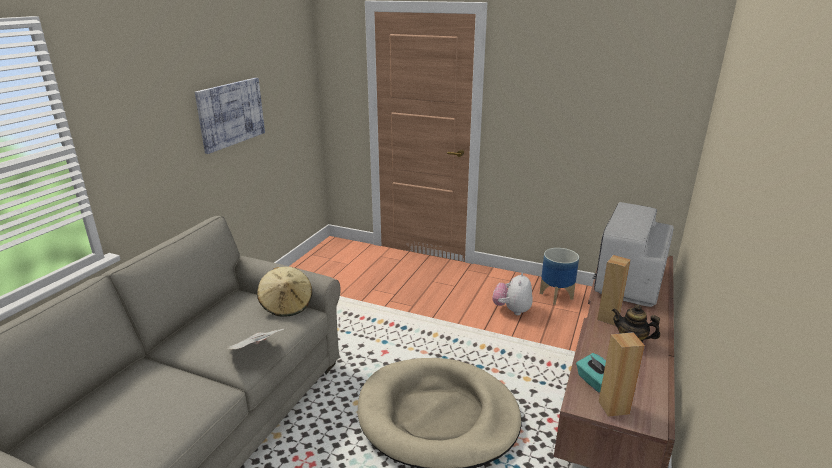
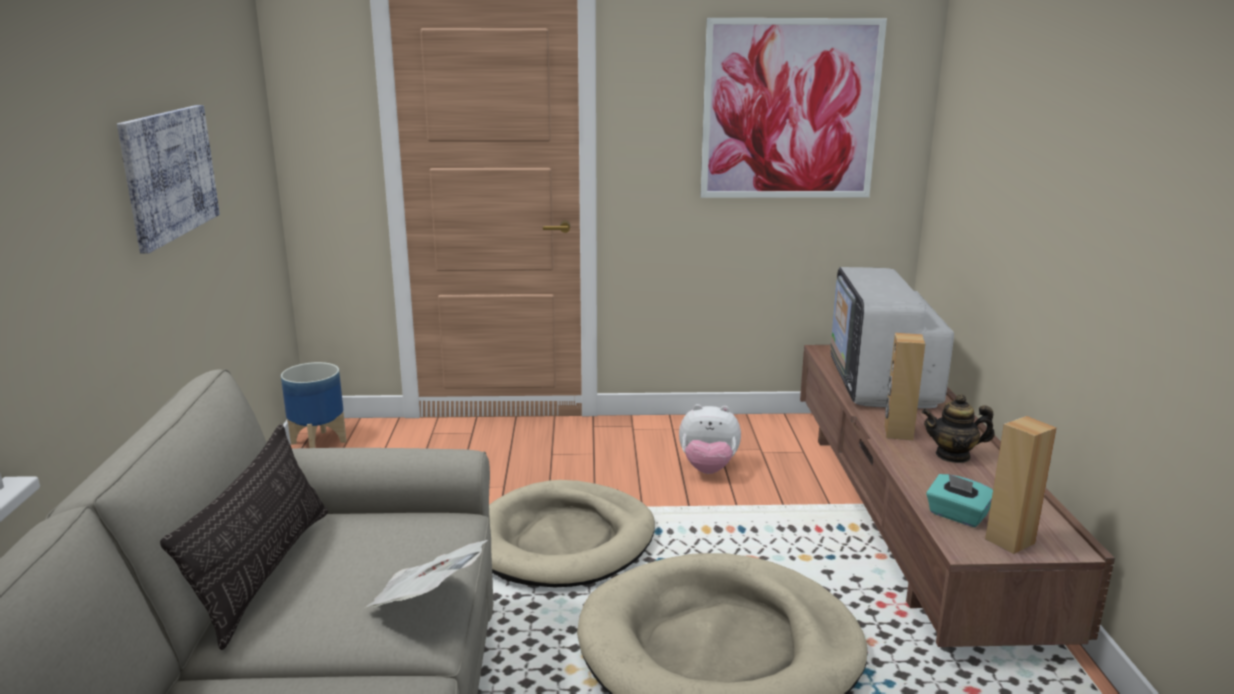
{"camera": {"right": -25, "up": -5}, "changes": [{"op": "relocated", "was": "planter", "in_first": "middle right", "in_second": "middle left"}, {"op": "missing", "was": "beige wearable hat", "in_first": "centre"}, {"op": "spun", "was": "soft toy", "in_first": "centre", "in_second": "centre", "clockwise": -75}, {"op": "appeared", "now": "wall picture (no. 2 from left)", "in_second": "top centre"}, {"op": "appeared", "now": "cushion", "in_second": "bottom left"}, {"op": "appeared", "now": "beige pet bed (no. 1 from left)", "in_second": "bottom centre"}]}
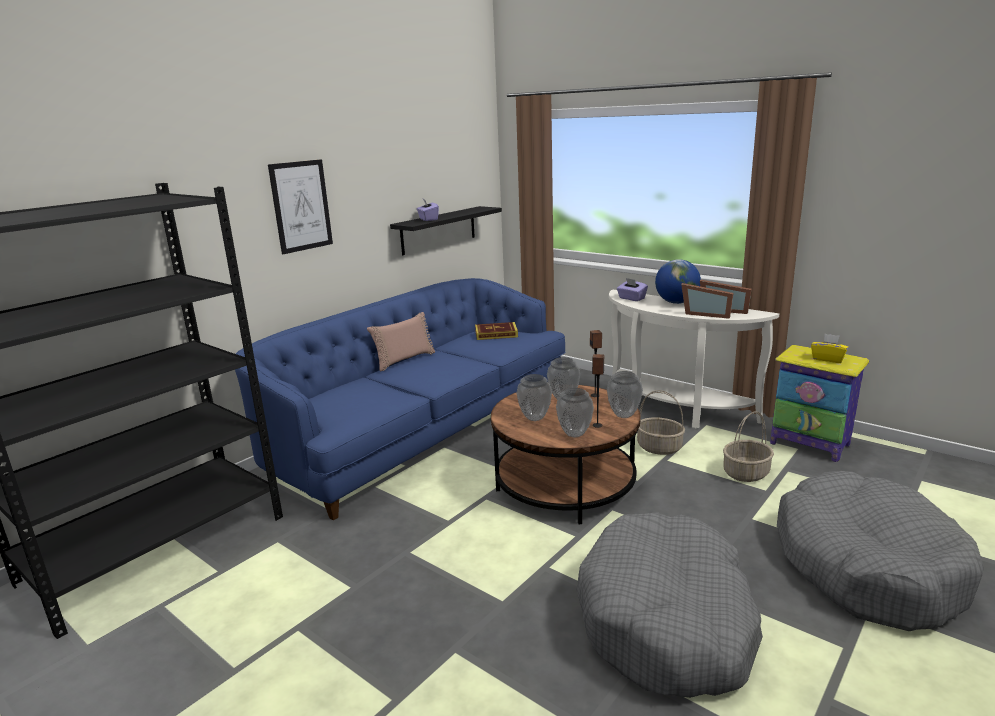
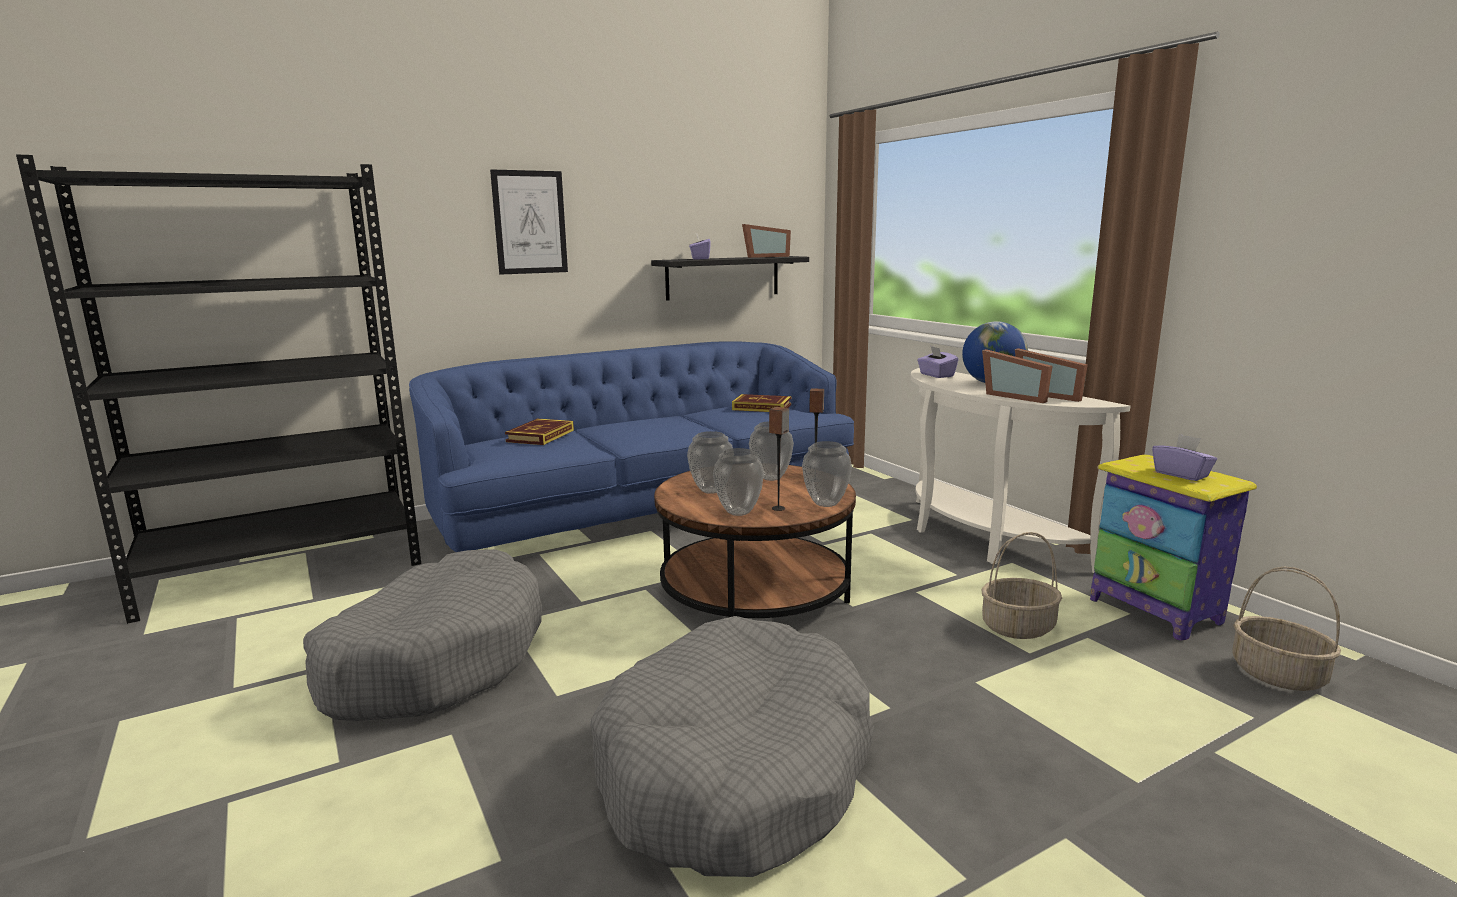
{"camera": {"right": 20, "up": -5}, "changes": [{"op": "missing", "was": "beige cushion", "in_first": "centre"}, {"op": "colour", "was": "yellowish tissue box", "now": "purple-coloured tissue box (no. 3 from left)", "in_first": "middle right", "in_second": "middle right"}, {"op": "relocated", "was": "storage basket (no. 1 from left in the first image)", "now": "storage basket (no. 2 from left)", "in_first": "centre", "in_second": "bottom right"}, {"op": "relocated", "was": "grey pet bed (no. 2 from left in the first image)", "now": "grey pet bed (no. 1 from left)", "in_first": "bottom right", "in_second": "bottom left"}, {"op": "appeared", "now": "standing frame (no. 1 from left)", "in_second": "top centre"}, {"op": "appeared", "now": "volume (no. 1 from left)", "in_second": "centre"}]}
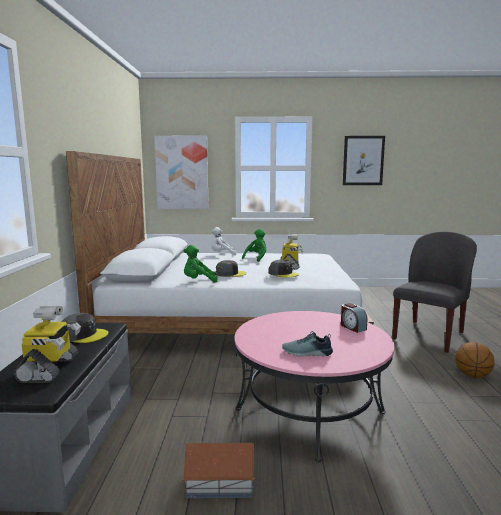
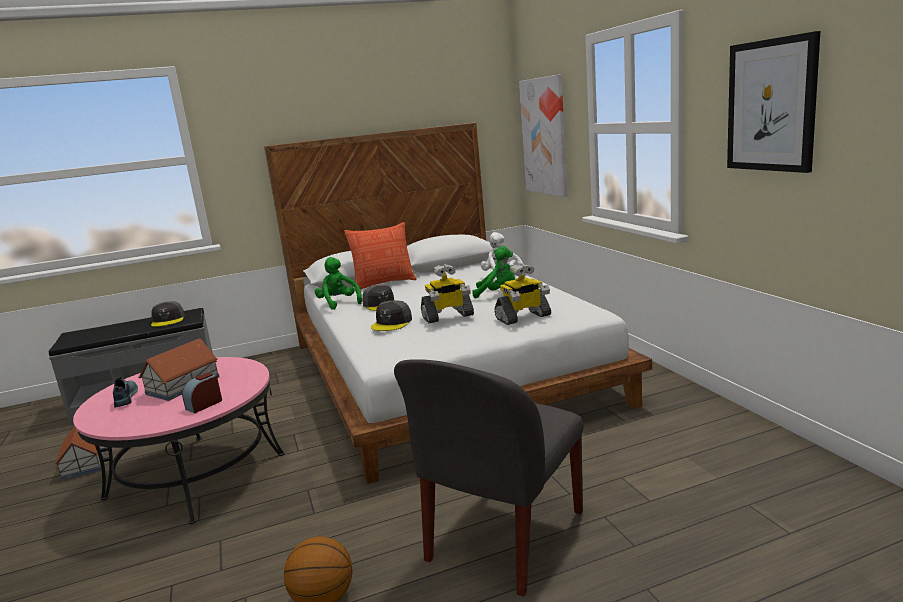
{"camera": {"right": 70, "up": 5}, "changes": [{"op": "spun", "was": "grey chair", "in_first": "middle right", "in_second": "bottom centre", "clockwise": 105}, {"op": "relocated", "was": "robot figure (no. 1 from left in the first image)", "now": "robot figure (no. 2 from left)", "in_first": "bottom left", "in_second": "centre"}, {"op": "appeared", "now": "orange-coloured cushion", "in_second": "centre"}, {"op": "appeared", "now": "miniature house (no. 2 from left)", "in_second": "middle left"}]}
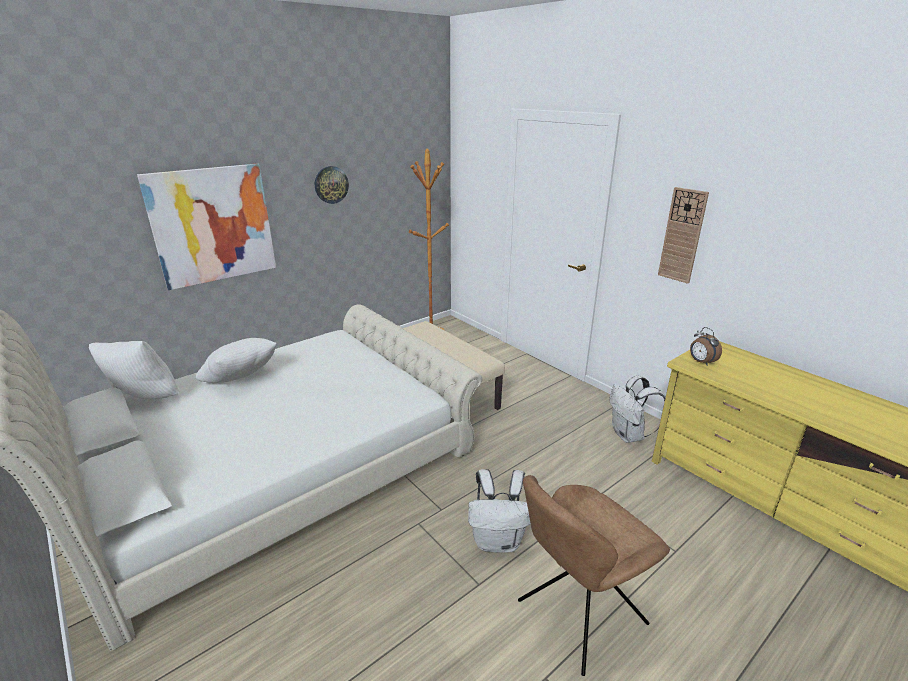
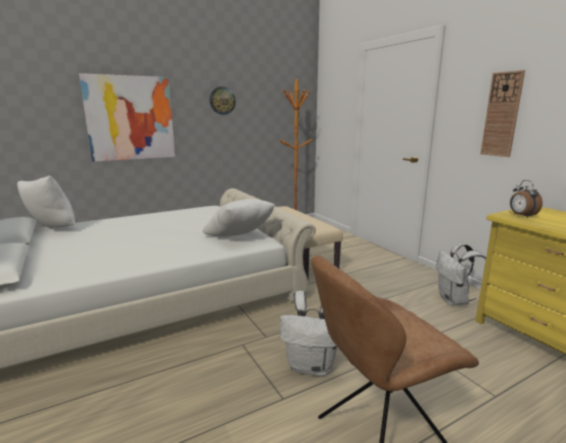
{"camera": {"right": 10, "up": -10}, "changes": [{"op": "relocated", "was": "white-coloured cushion (no. 2 from left)", "in_first": "middle left", "in_second": "centre"}]}
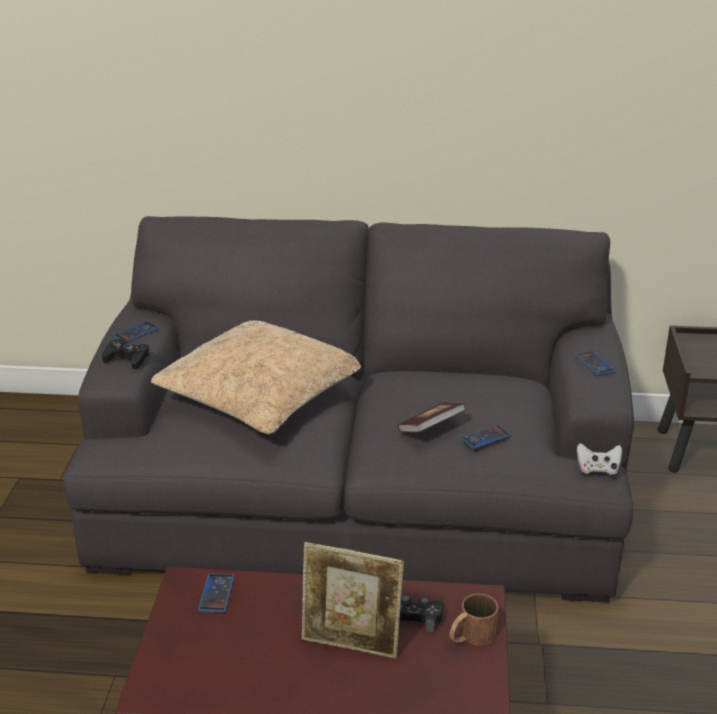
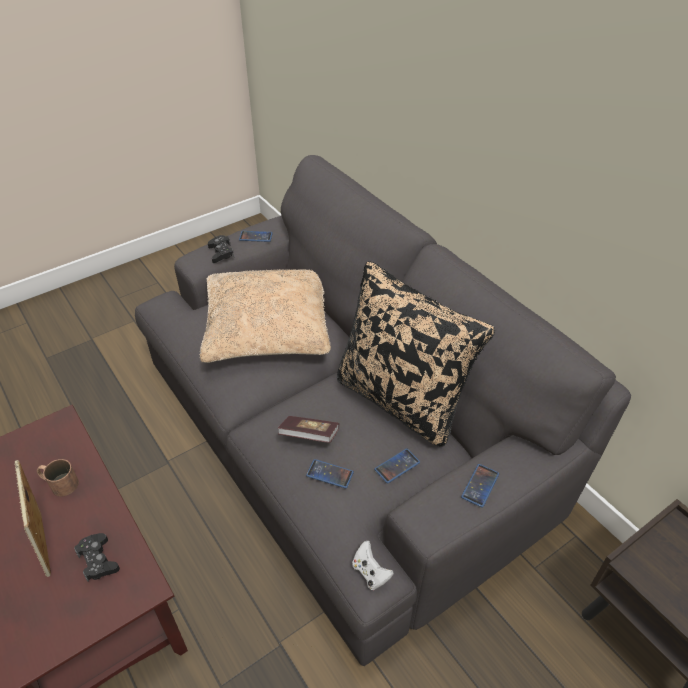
{"camera": {"right": 50, "up": 15}, "changes": [{"op": "relocated", "was": "handset (no. 2 from left in the first image)", "now": "handset (no. 3 from left)", "in_first": "bottom left", "in_second": "bottom centre"}, {"op": "relocated", "was": "brown-coloured tea mug", "in_first": "bottom centre", "in_second": "bottom left"}, {"op": "appeared", "now": "black-coloured cushion", "in_second": "centre"}]}
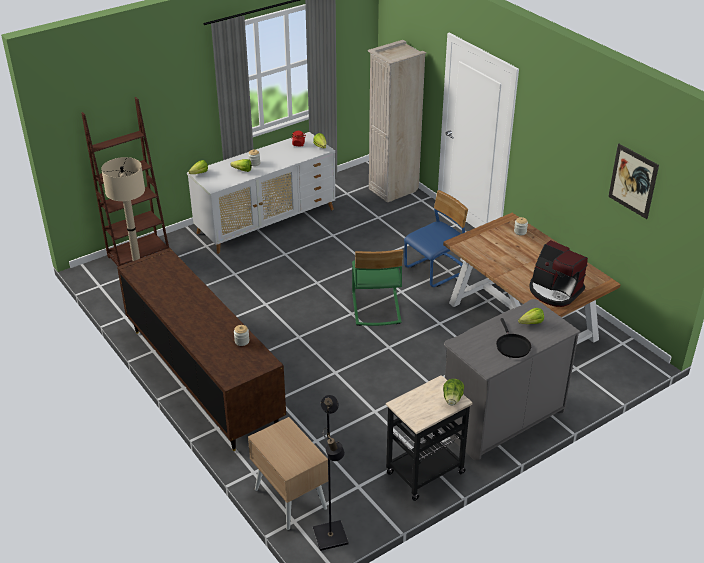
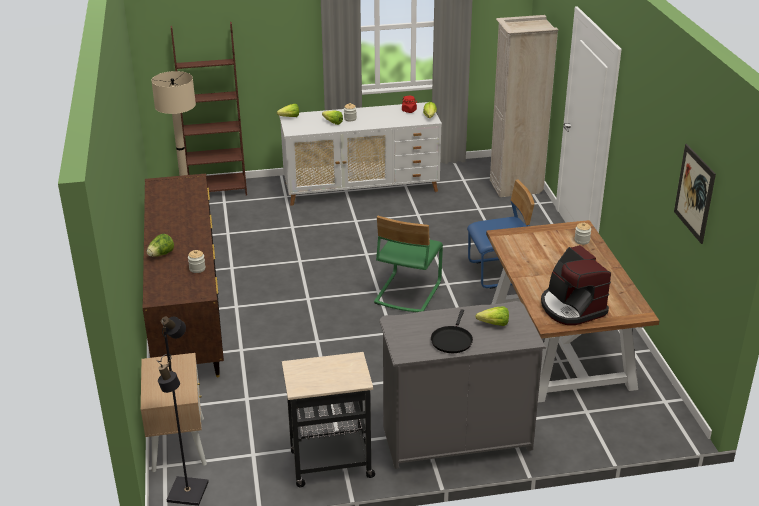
{"camera": {"right": 25, "up": -5}, "changes": [{"op": "relocated", "was": "head of lettuce (no. 4 from left in the first image)", "now": "head of lettuce (no. 1 from left)", "in_first": "bottom centre", "in_second": "middle left"}]}
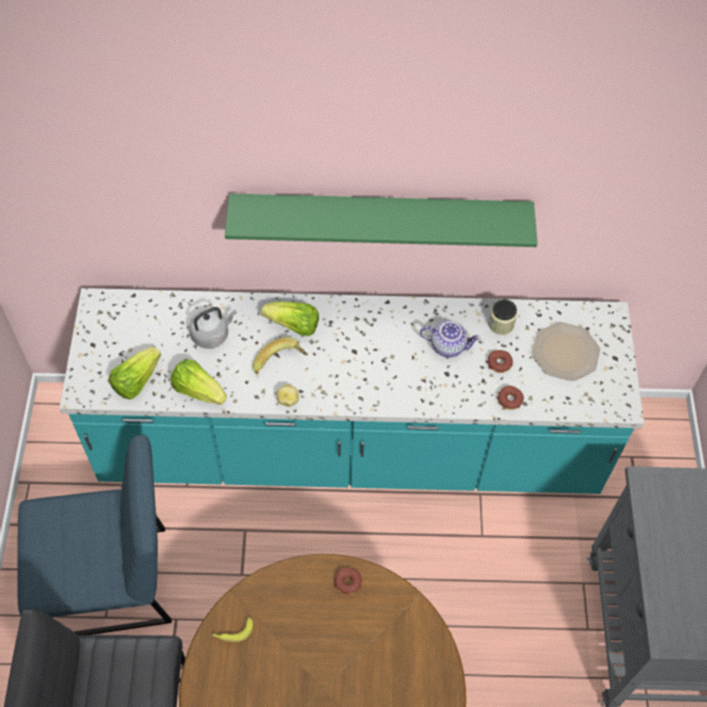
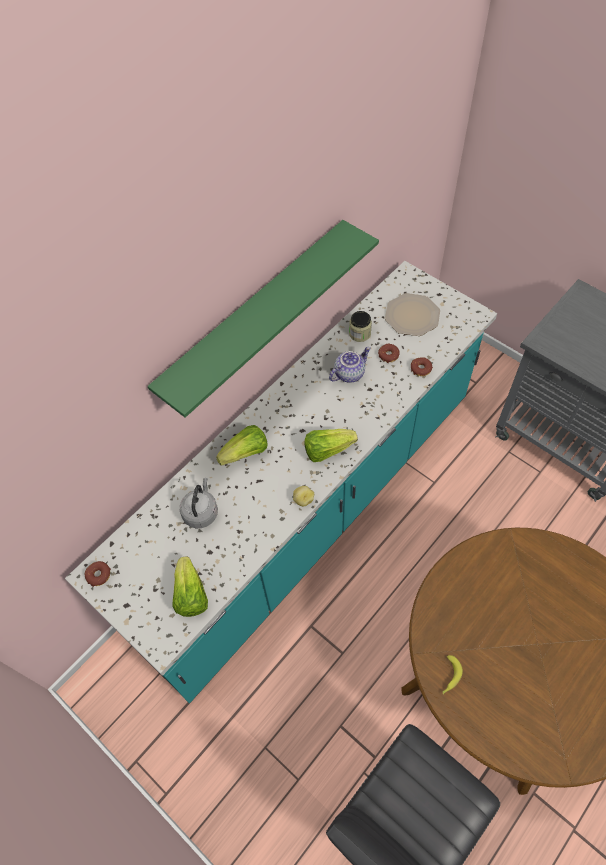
{"camera": {"right": -45, "up": 0}, "changes": [{"op": "missing", "was": "whole banana (no. 2 from left)", "in_first": "centre"}, {"op": "relocated", "was": "head of lettuce (no. 2 from left in the first image)", "now": "head of lettuce (no. 3 from left)", "in_first": "middle left", "in_second": "centre"}, {"op": "missing", "was": "blue-coloured chair", "in_first": "bottom left"}, {"op": "relocated", "was": "ring doughnut (no. 1 from left)", "in_first": "bottom centre", "in_second": "middle left"}]}
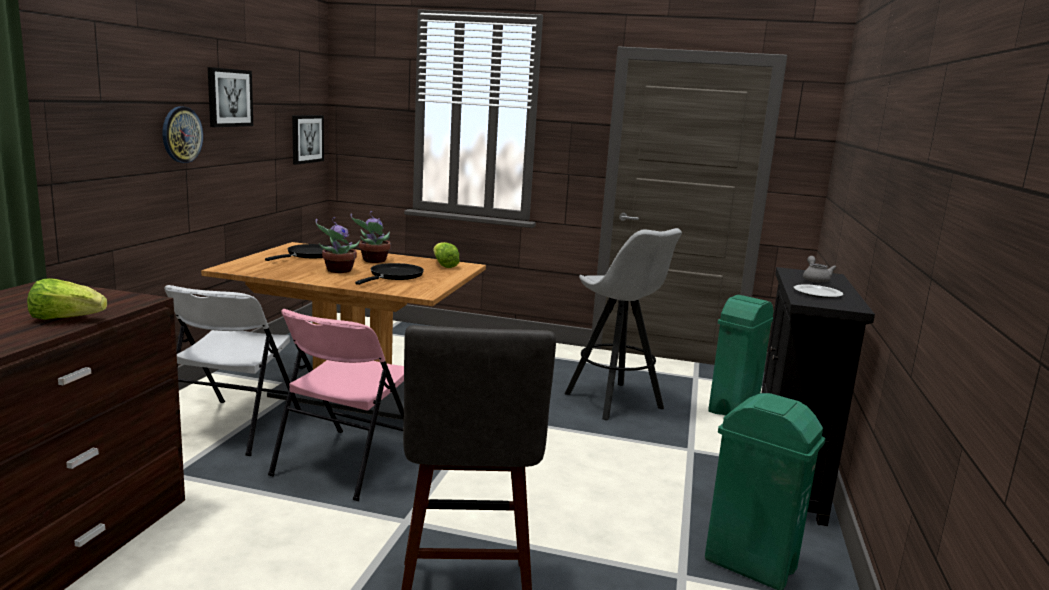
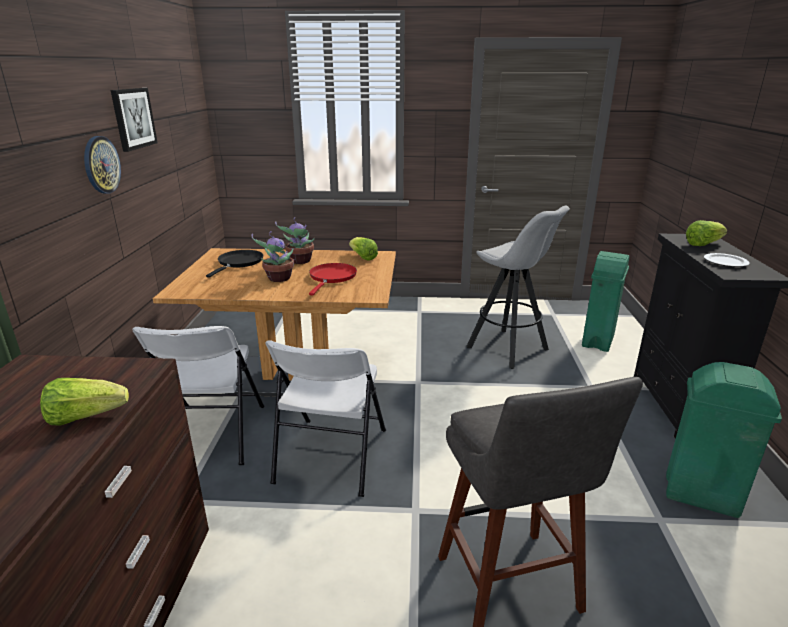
{"camera": {"right": -10, "up": 10}, "changes": [{"op": "missing", "was": "wall picture (no. 2 from left)", "in_first": "top left"}, {"op": "exchanged", "was": "grey tea pot", "now": "head of lettuce (no. 3 from left)", "in_first": "middle right", "in_second": "middle right"}, {"op": "colour", "was": "black-coloured skillet (no. 2 from left)", "now": "red-coloured skillet", "in_first": "centre", "in_second": "centre"}, {"op": "colour", "was": "pink-coloured chair", "now": "white-coloured chair (no. 2 from left)", "in_first": "bottom left", "in_second": "bottom centre"}]}
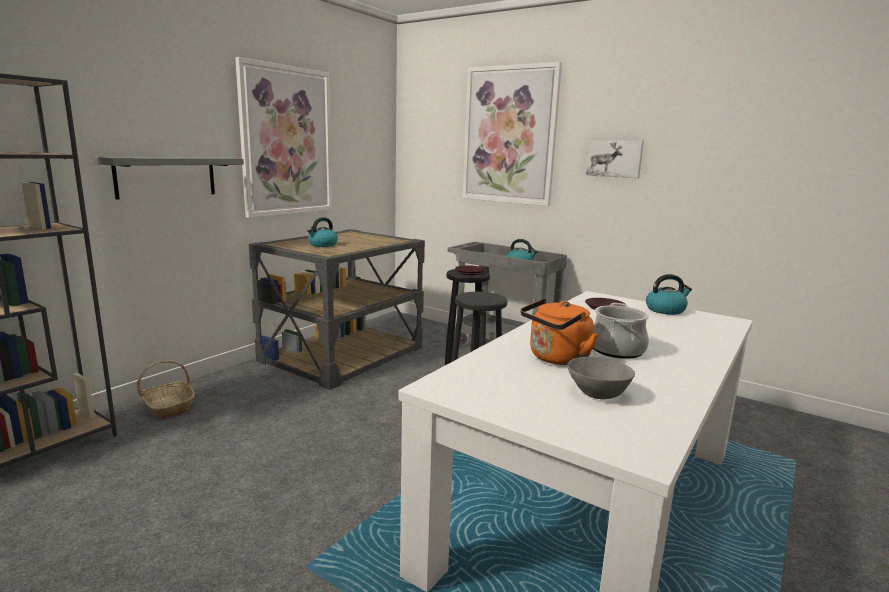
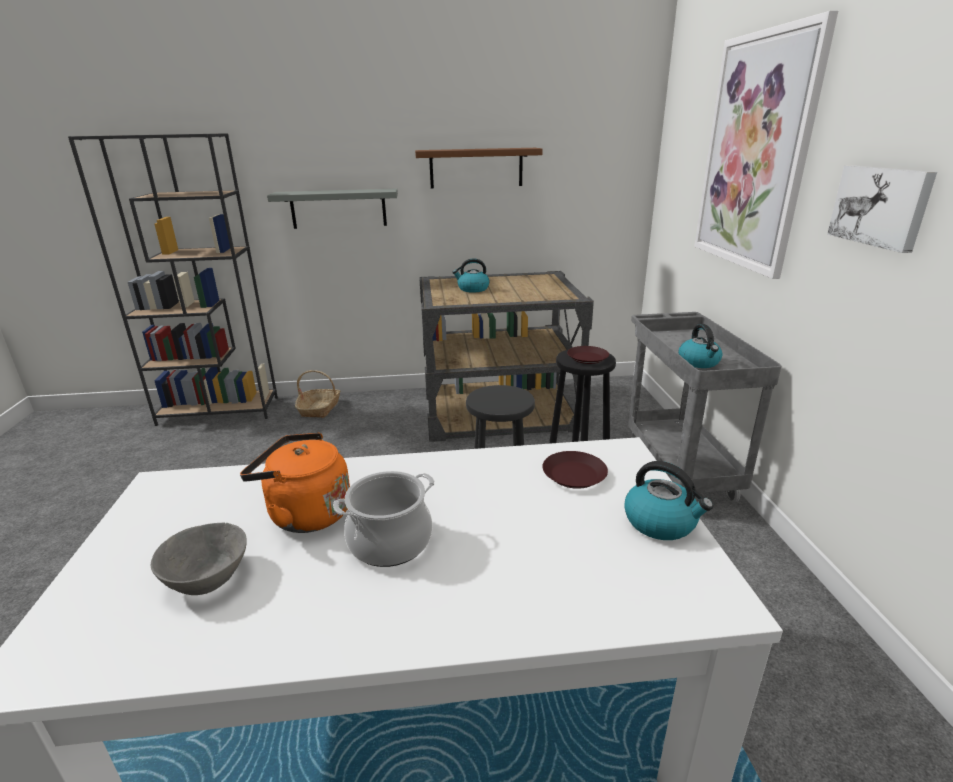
{"camera": {"right": 50, "up": 10}, "changes": [{"op": "exchanged", "was": "wall picture (no. 1 from left)", "now": "brown-coloured shelf", "in_first": "top left", "in_second": "top centre"}]}
